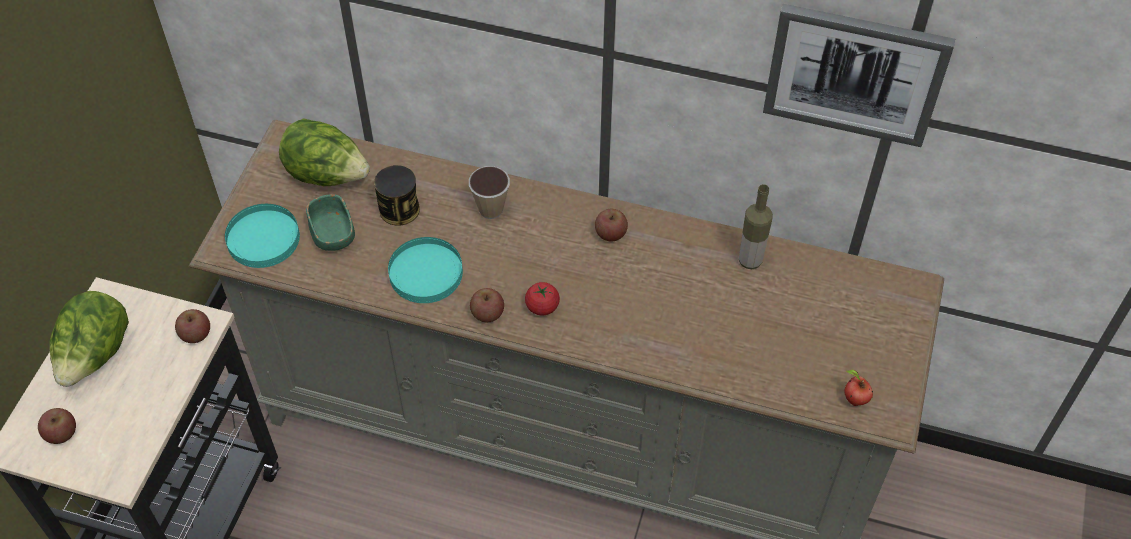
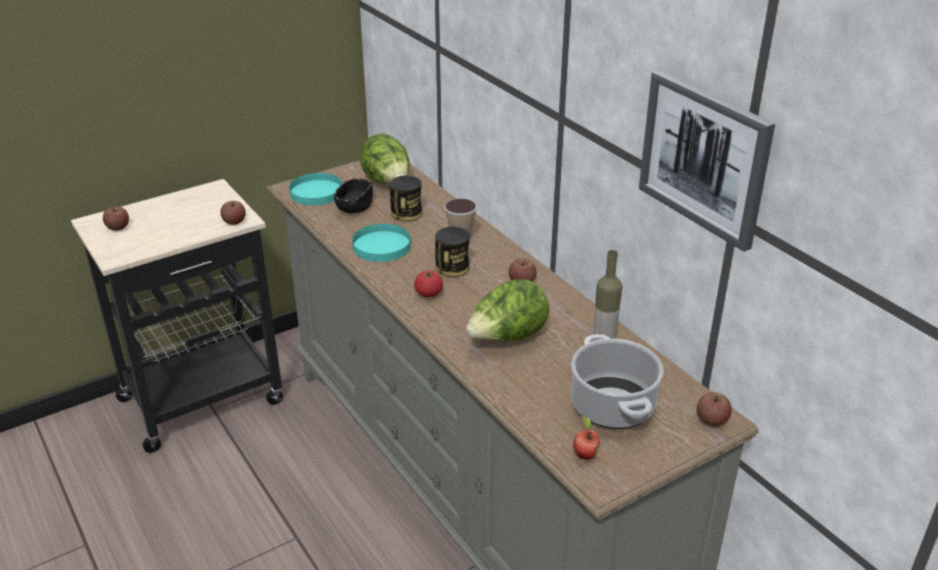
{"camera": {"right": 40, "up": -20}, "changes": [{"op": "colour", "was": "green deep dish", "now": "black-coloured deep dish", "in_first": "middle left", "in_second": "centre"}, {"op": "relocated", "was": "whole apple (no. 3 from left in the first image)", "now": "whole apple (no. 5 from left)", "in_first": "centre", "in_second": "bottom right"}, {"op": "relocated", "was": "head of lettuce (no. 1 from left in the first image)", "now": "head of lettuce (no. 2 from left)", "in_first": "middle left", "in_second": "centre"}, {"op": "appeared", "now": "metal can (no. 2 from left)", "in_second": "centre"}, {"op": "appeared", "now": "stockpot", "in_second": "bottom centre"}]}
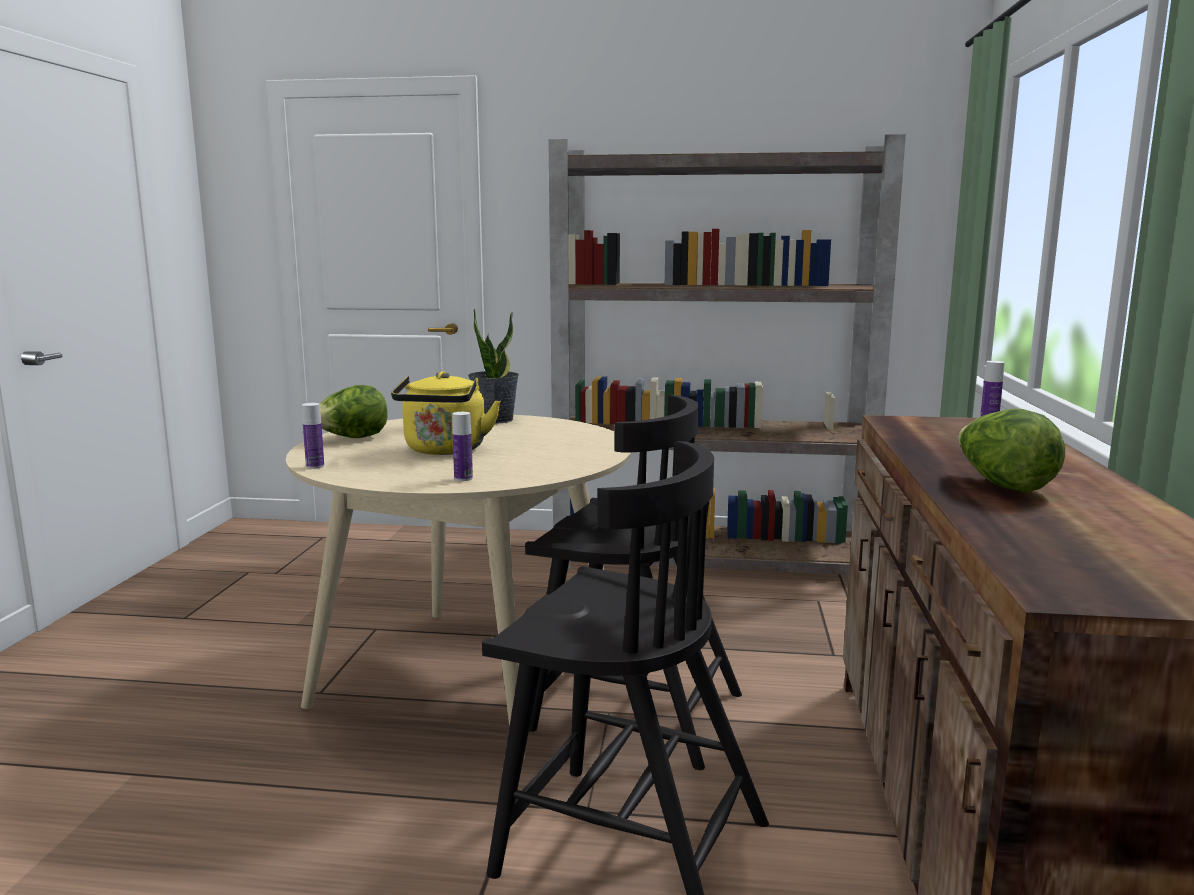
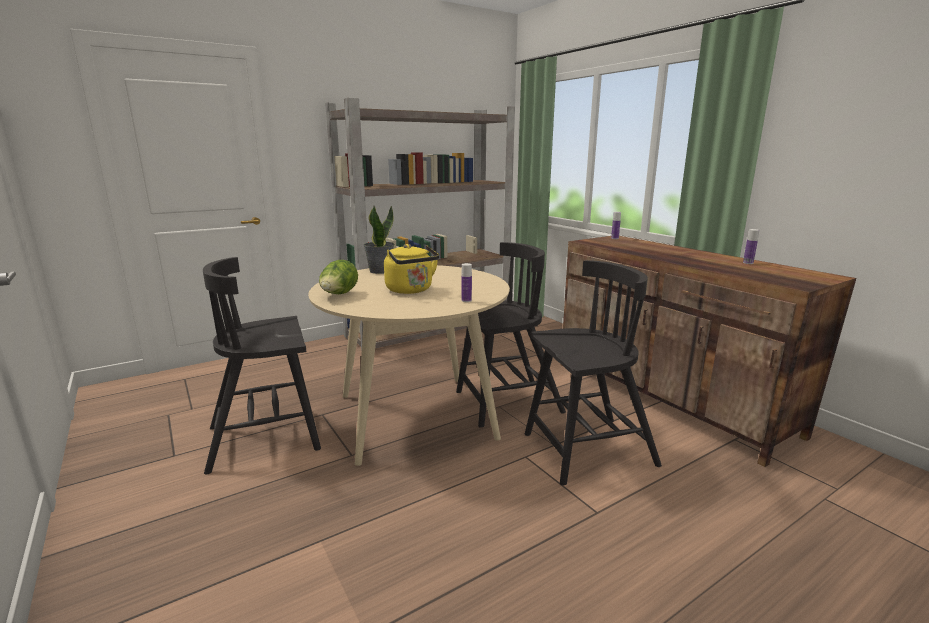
{"camera": {"right": -40, "up": 5}, "changes": [{"op": "relocated", "was": "bottle (no. 1 from left in the first image)", "now": "bottle (no. 3 from left)", "in_first": "middle left", "in_second": "middle right"}, {"op": "missing", "was": "head of lettuce (no. 2 from left)", "in_first": "middle right"}, {"op": "appeared", "now": "black-coloured chair (no. 1 from left)", "in_second": "middle left"}]}
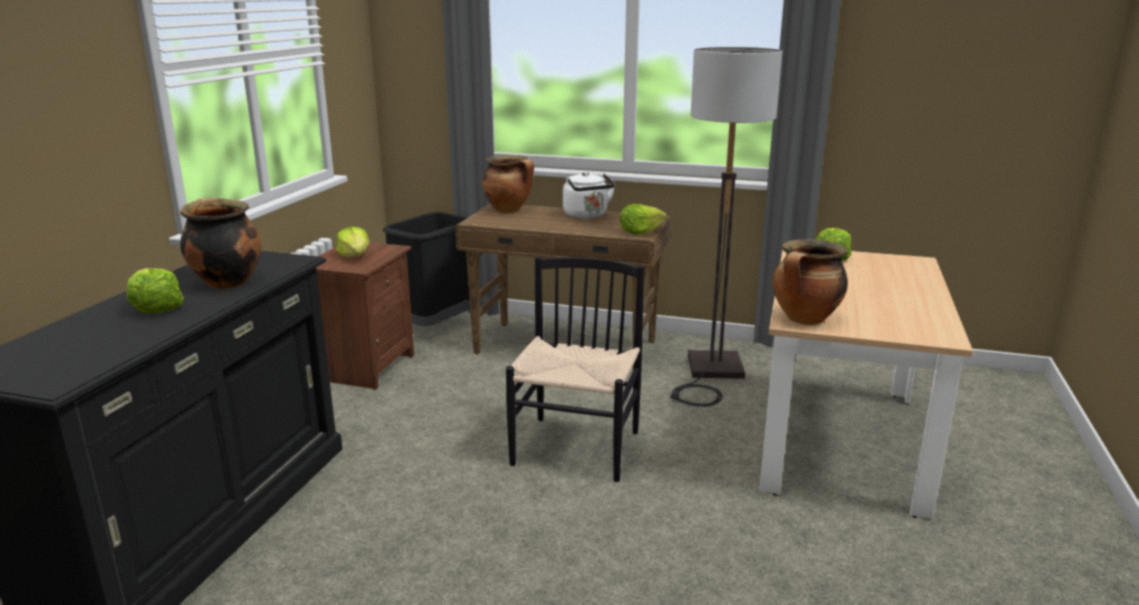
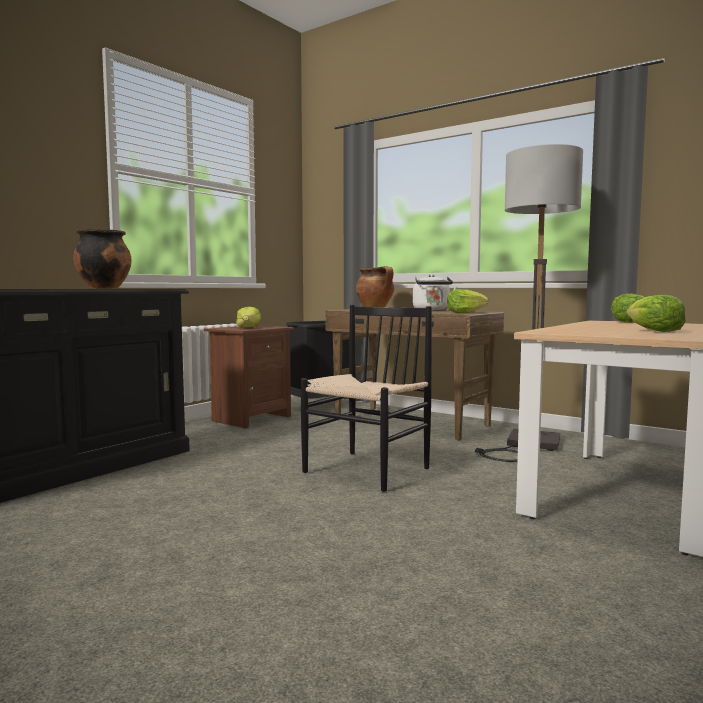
{"camera": {"right": 20, "up": -15}, "changes": [{"op": "missing", "was": "stockpot (no. 3 from left)", "in_first": "middle right"}, {"op": "relocated", "was": "head of lettuce (no. 1 from left in the first image)", "now": "head of lettuce (no. 4 from left)", "in_first": "middle left", "in_second": "middle right"}]}
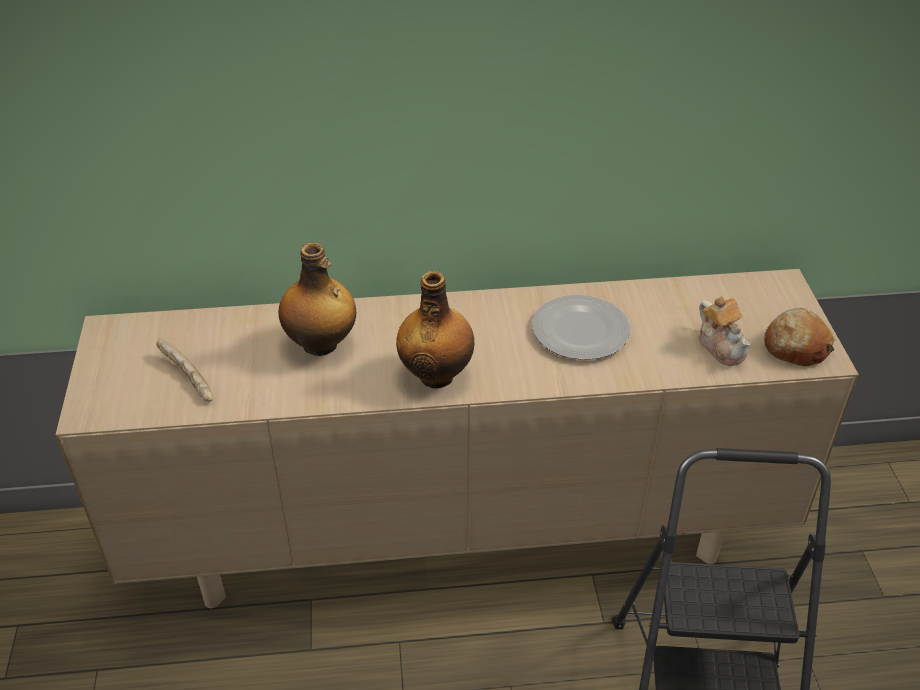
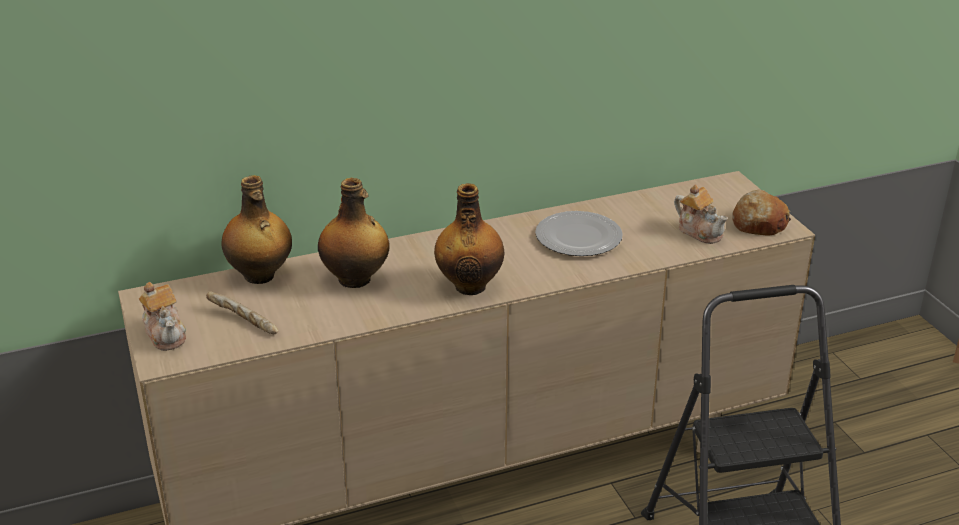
{"camera": {"right": -15, "up": -10}, "changes": [{"op": "appeared", "now": "bottle (no. 1 from left)", "in_second": "middle left"}, {"op": "appeared", "now": "tea pot (no. 1 from left)", "in_second": "middle left"}]}
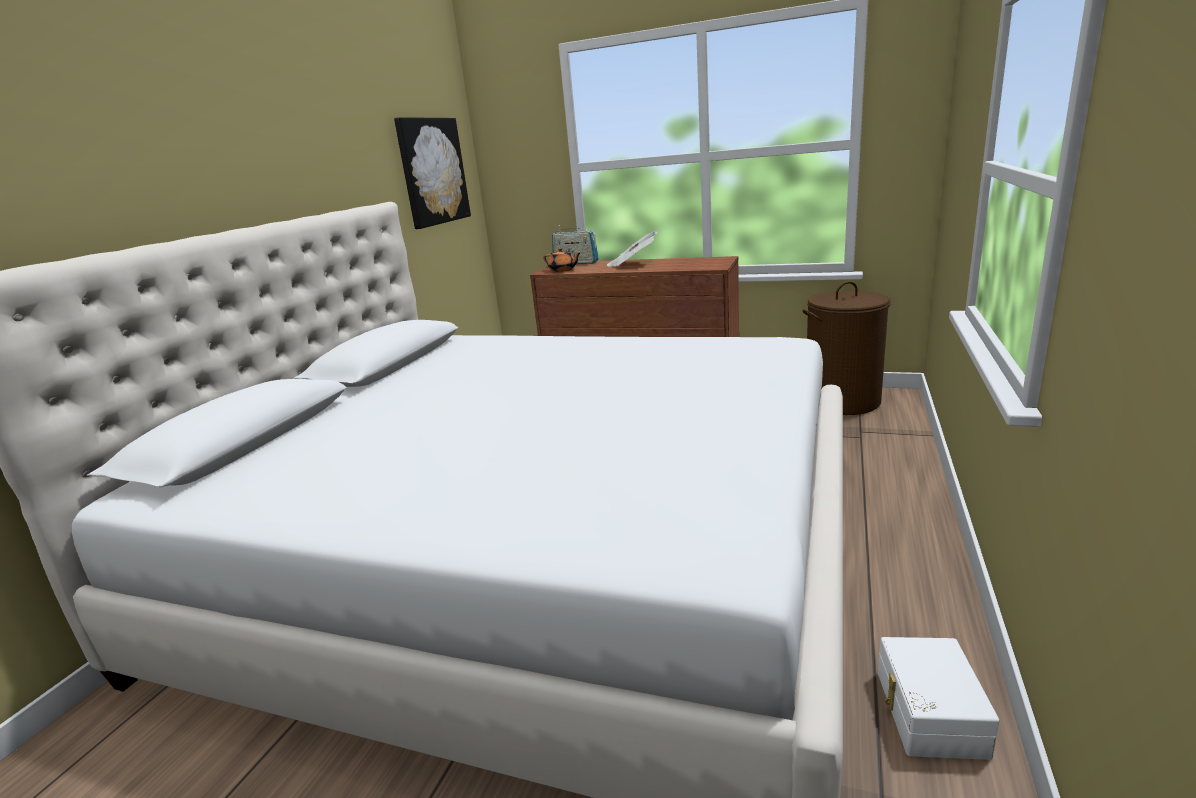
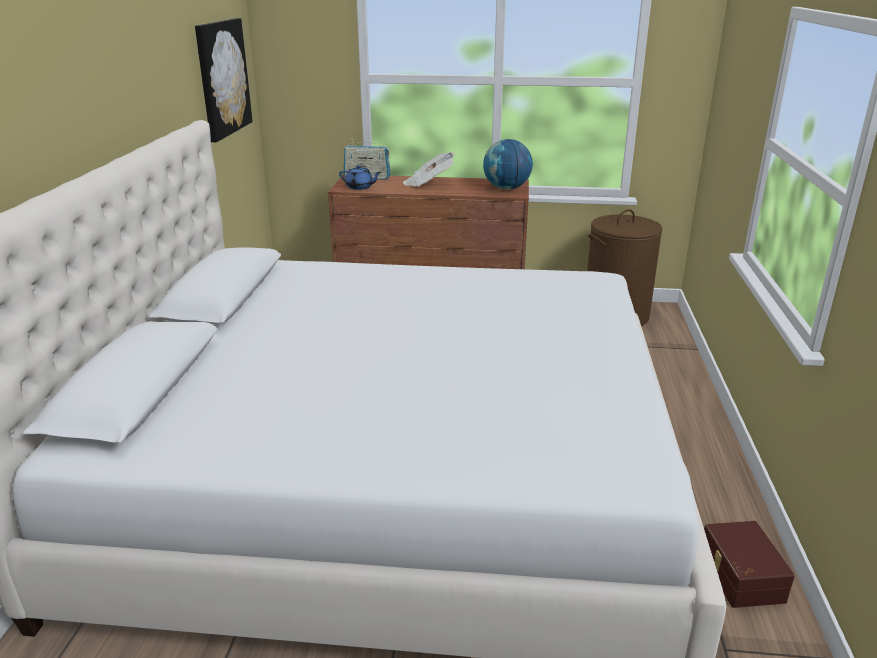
{"camera": {"right": -15, "up": 5}, "changes": [{"op": "colour", "was": "orange-coloured tea pot", "now": "blue-coloured tea pot", "in_first": "top centre", "in_second": "top centre"}, {"op": "colour", "was": "white-coloured storage box", "now": "brown-coloured storage box", "in_first": "bottom right", "in_second": "bottom right"}, {"op": "appeared", "now": "desk globe", "in_second": "top centre"}]}
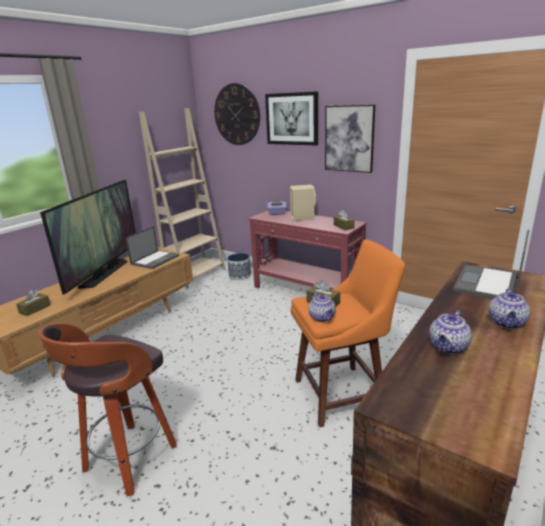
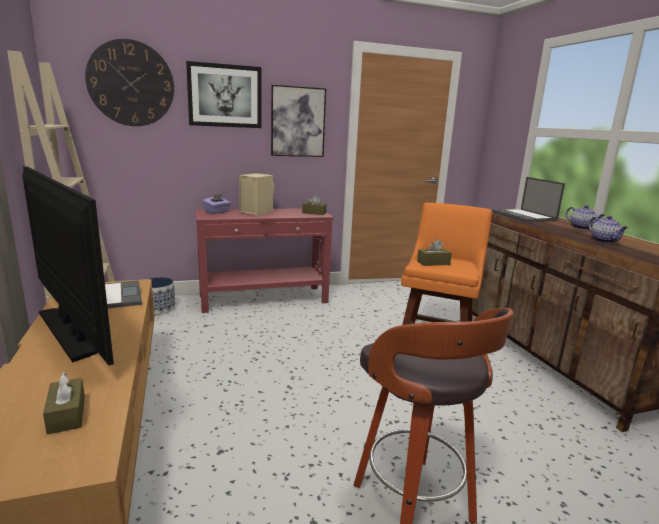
{"camera": {"right": -55, "up": -5}, "changes": [{"op": "missing", "was": "tea pot (no. 1 from left)", "in_first": "centre"}]}
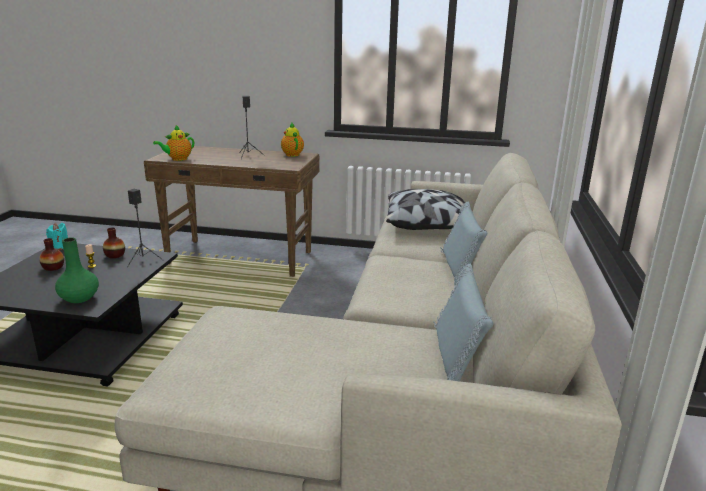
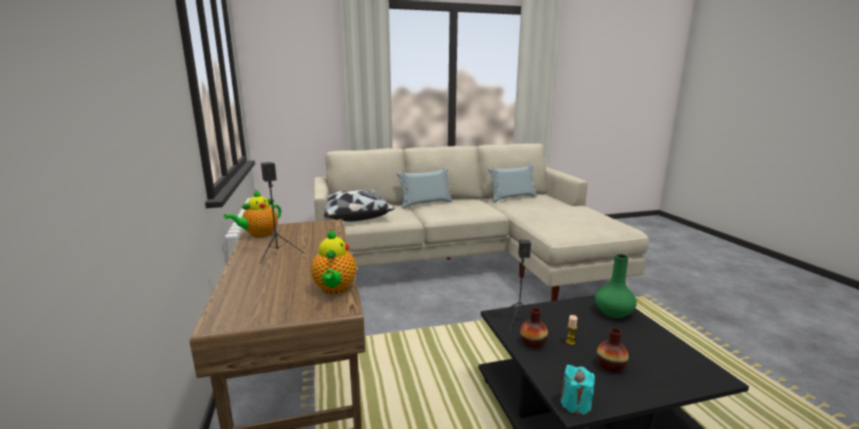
{"camera": {"right": -115, "up": -5}, "changes": [{"op": "spun", "was": "tea pot (no. 1 from left in the first image)", "in_first": "top left", "in_second": "centre", "clockwise": 60}]}
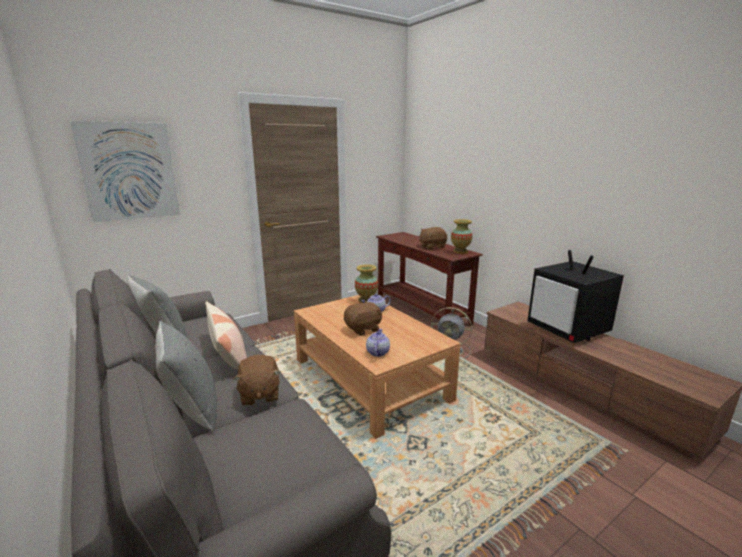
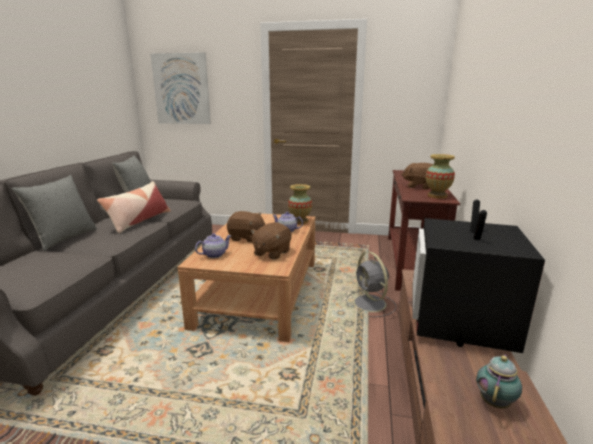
{"camera": {"right": 45, "up": 0}, "changes": [{"op": "relocated", "was": "brown-coloured soft toy (no. 1 from left in the first image)", "now": "brown-coloured soft toy (no. 2 from left)", "in_first": "bottom centre", "in_second": "centre"}, {"op": "appeared", "now": "tea pot (no. 3 from left)", "in_second": "bottom right"}]}
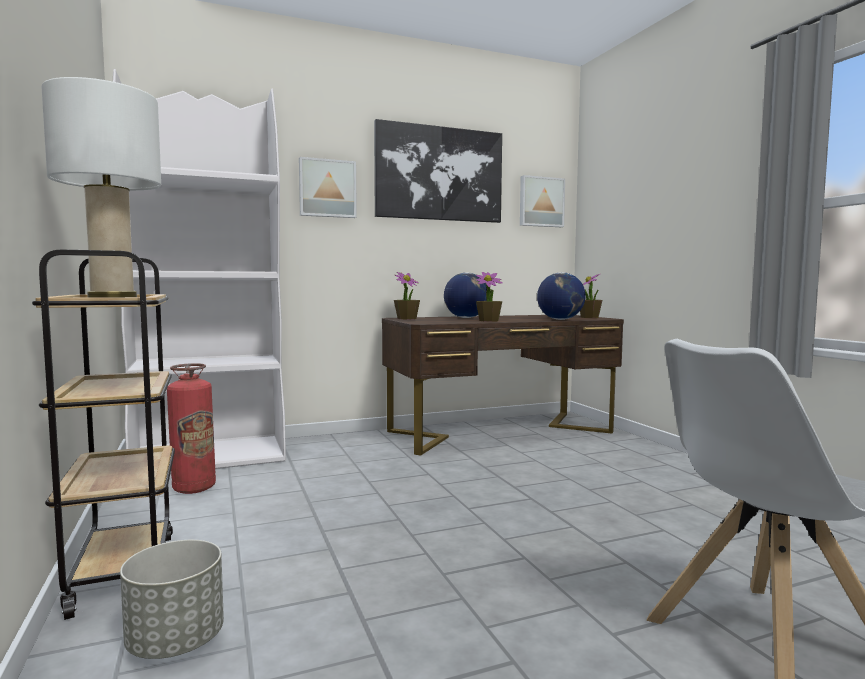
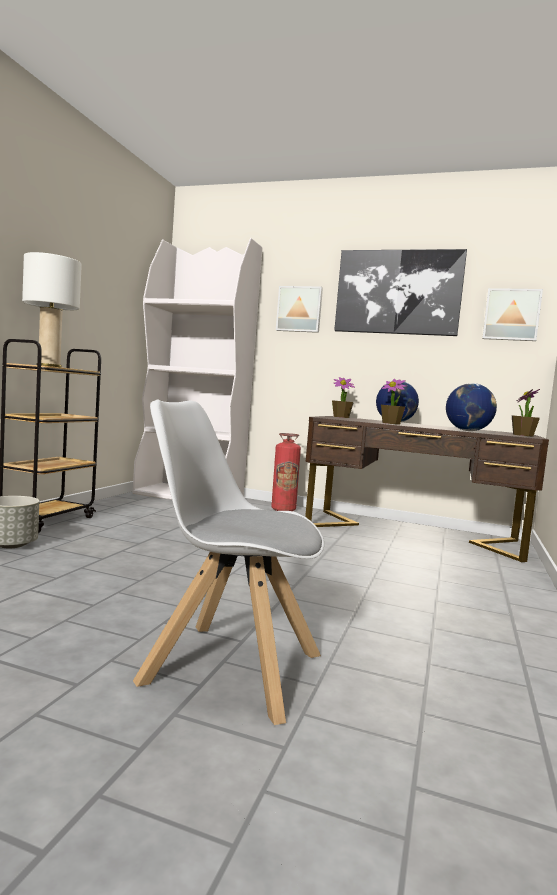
{"camera": {"right": 40, "up": 0}, "changes": [{"op": "relocated", "was": "extinguisher", "in_first": "middle left", "in_second": "centre"}]}
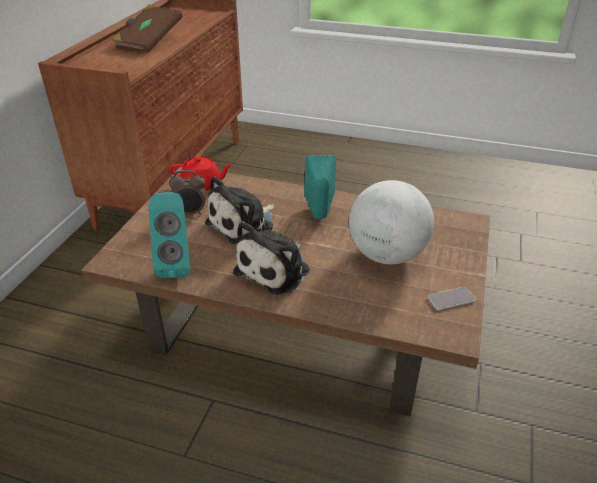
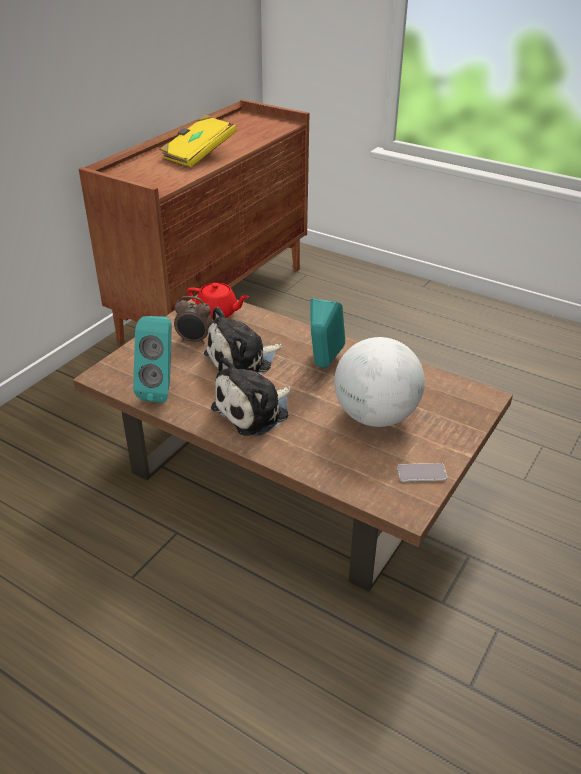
{"camera": {"right": 15, "up": 0}, "changes": [{"op": "colour", "was": "brown-coloured volume", "now": "yellowish volume", "in_first": "top left", "in_second": "top centre"}]}
